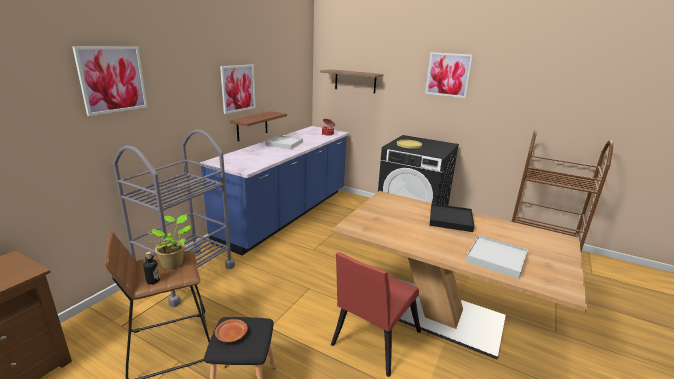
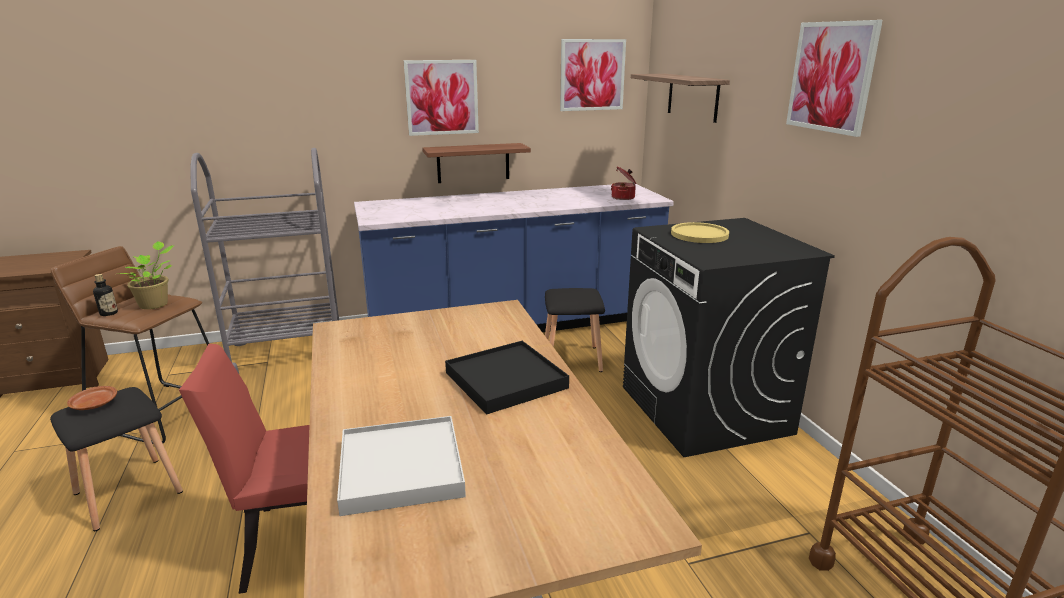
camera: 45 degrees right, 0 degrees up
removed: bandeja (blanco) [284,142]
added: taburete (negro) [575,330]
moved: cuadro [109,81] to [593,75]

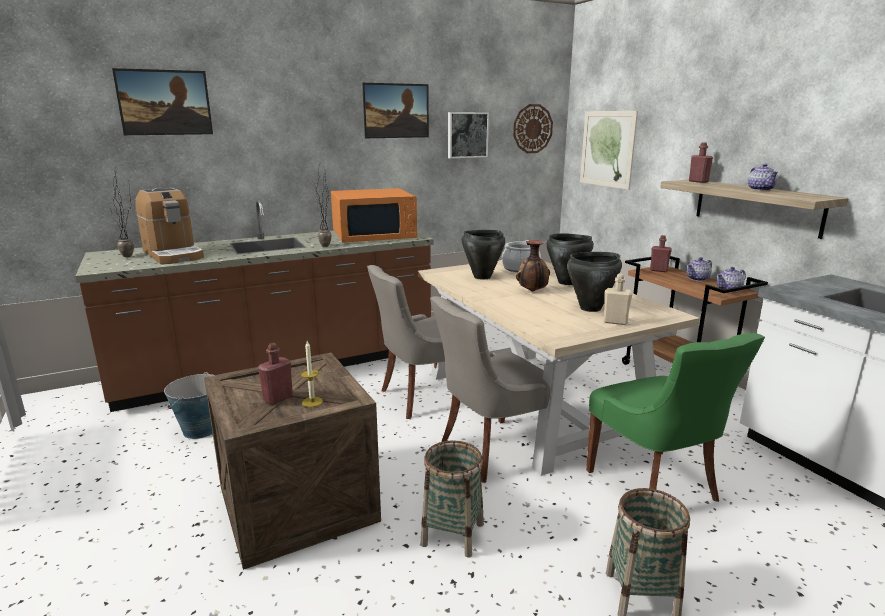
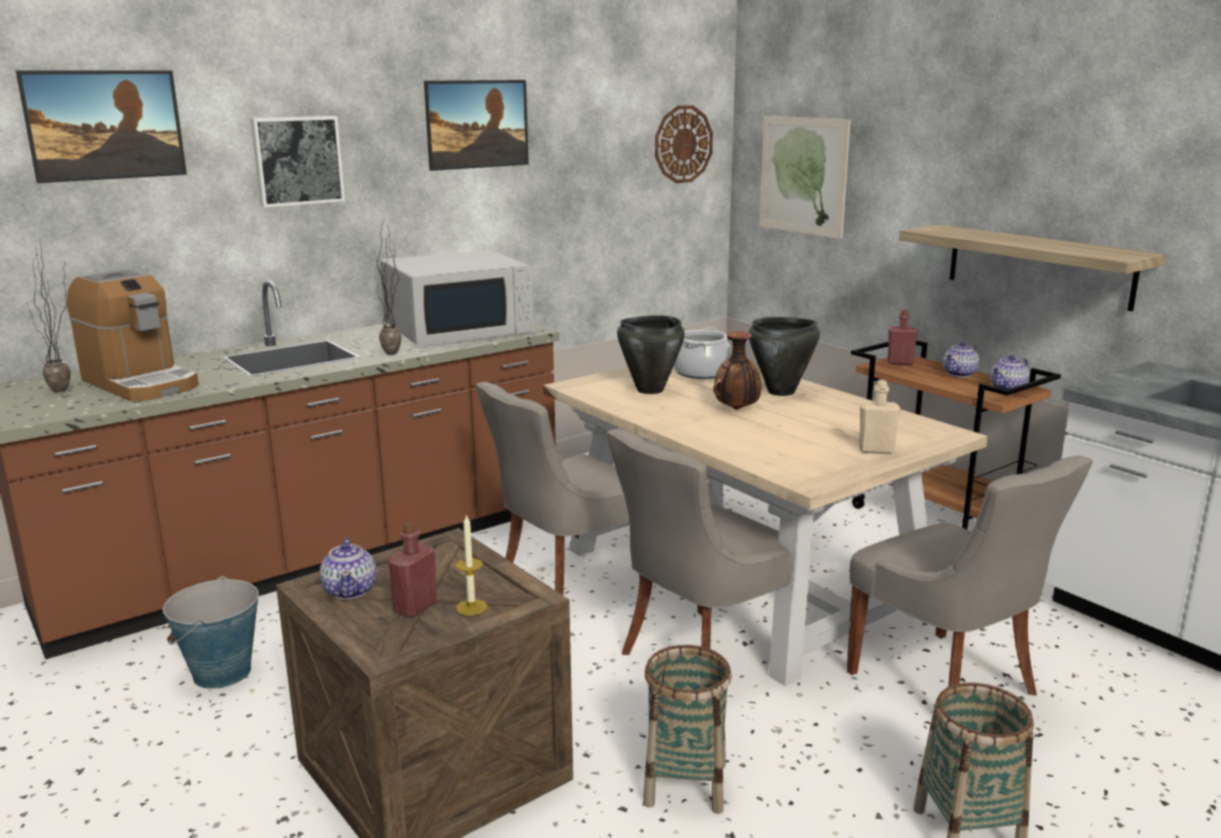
camera: 10 degrees left, 0 degrees up
removed: olla (negro) [594,282]; botella (rojo) [701,162]
moved: cuadro [468,135] to [297,161]; tetera [763,177] to [348,568]
recoloured: microondas (naranja) [374,215] to microondas (blanco) [457,298]; silla (verde) [675,417] to silla (gris) [970,575]

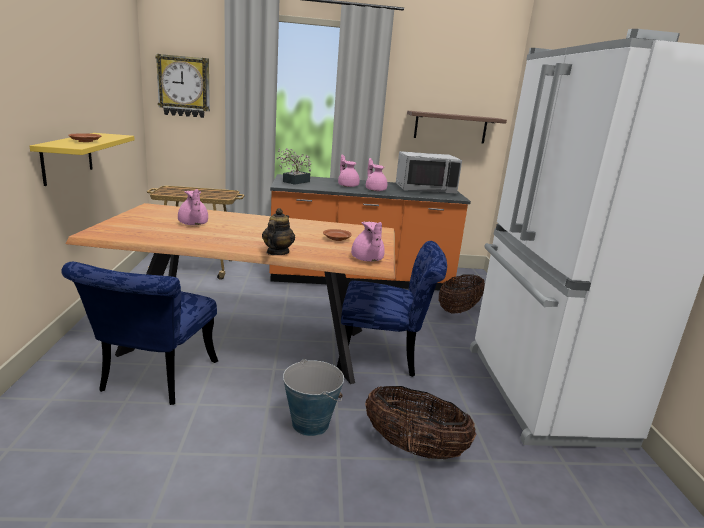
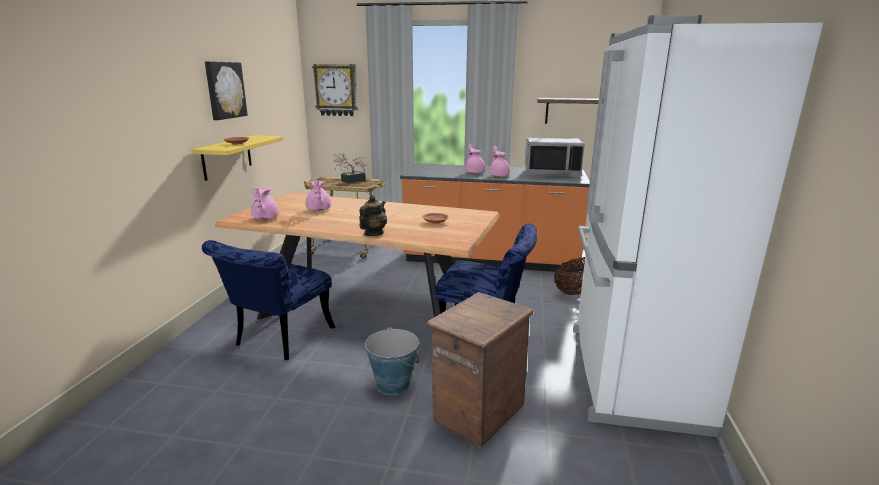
camera: 15 degrees right, 0 degrees up
added: cuadro [226,90]
moved: planta en maceta [294,166] to [350,168]; tetera (rosa) [368,241] to [265,203]
replaced: cesta [420,422] to caja de embalaje [480,370]

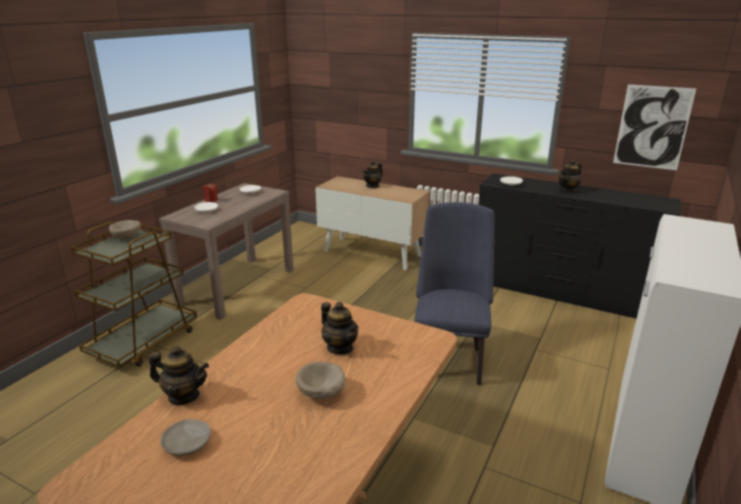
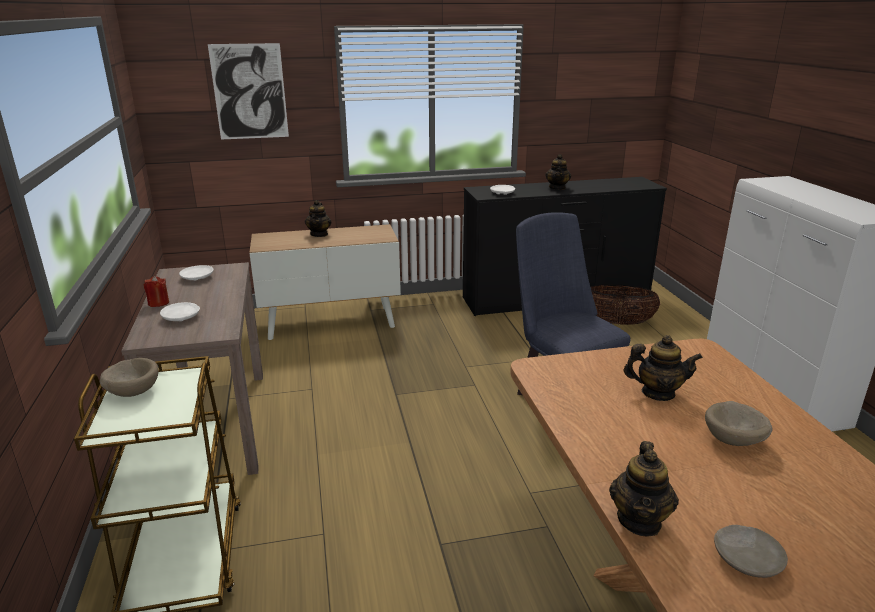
camera: 40 degrees left, 0 degrees up
added: cesta [625,304]
moved: cuadro [655,127] to [248,91]
turned: tetera [179,375] = [644,489] 135 degrees clockwise

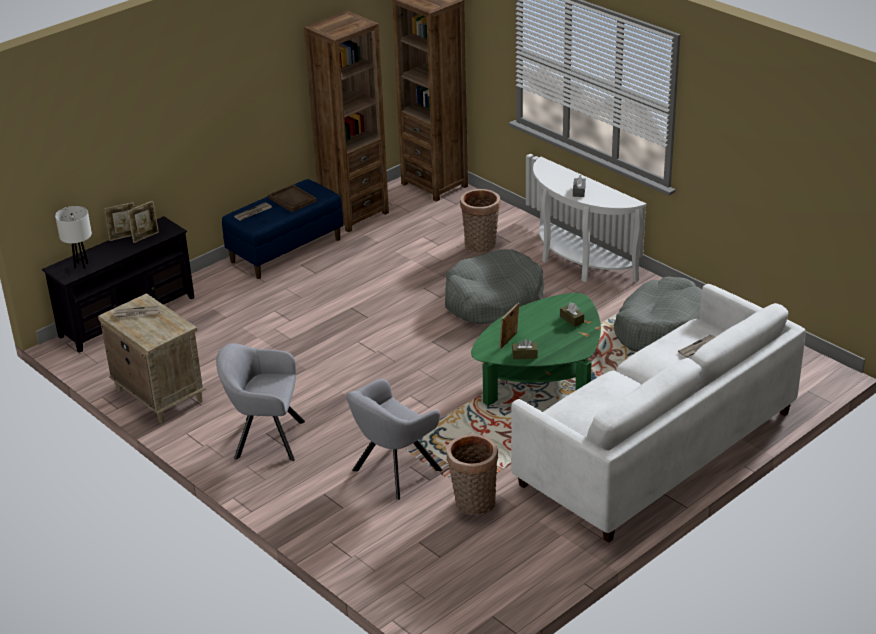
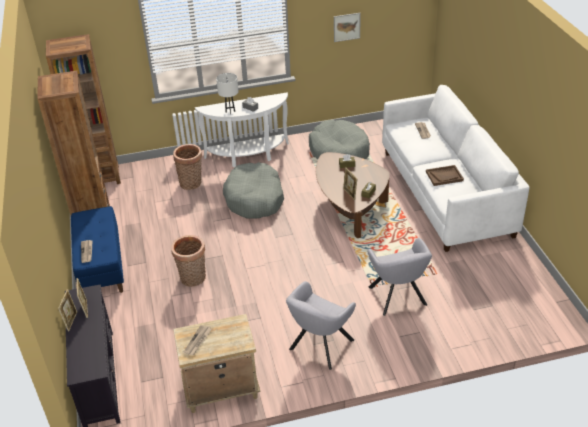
camera: 60 degrees left, 5 degrees up
added: cuadro [347,27]
moved: lámpara de mesa (blanco) [73,237] to [227,93]; bandeja (marrón) [292,198] to [445,175]; cesta [472,474] to [188,261]
recoloured: mesa de centro (verde) [536,349] to mesa de centro (marrón) [353,195]

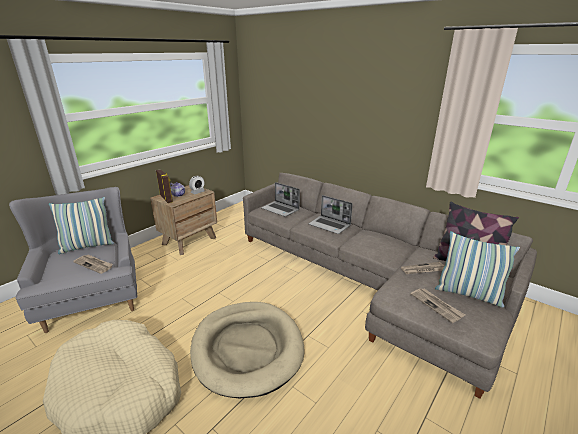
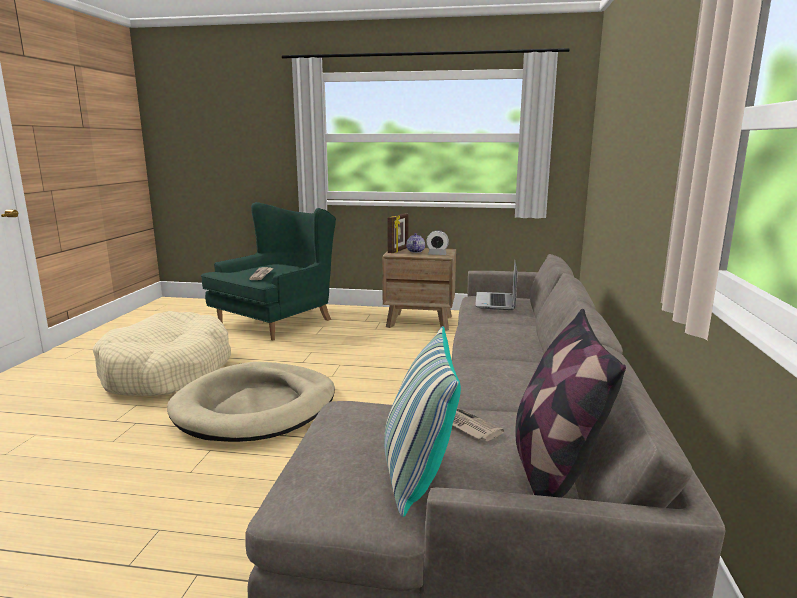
camera: 60 degrees right, 10 degrees down
removed: cojín [81,225]; portátil [330,214]; periódico [438,305]
recoloured: sillón (gris) [73,260] to sillón (verde) [268,271]

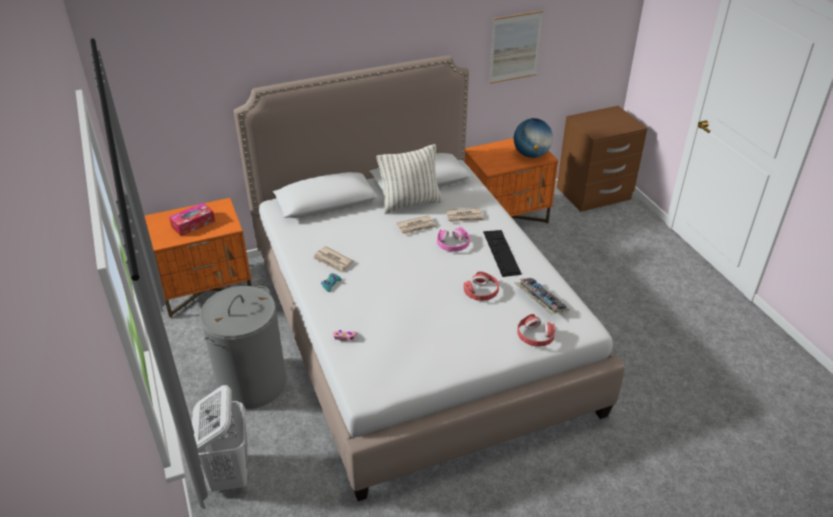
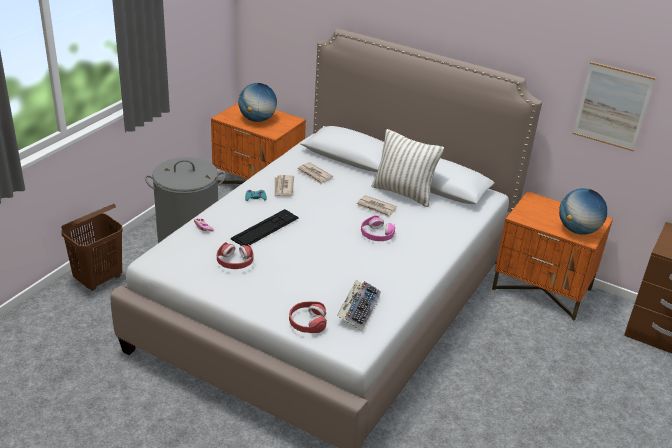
camera: 50 degrees right, 5 degrees down
moved: periódico [465,215] to [315,173]; auriculares (rojo) [481,286] to [235,255]; teclado [502,253] to [265,227]
replaced: caja de pañuelos [192,219] to globo terráqueo [257,102]
recoloured: cesto de la ropa (blanco) [220,438] to cesto de la ropa (marrón) [92,247]

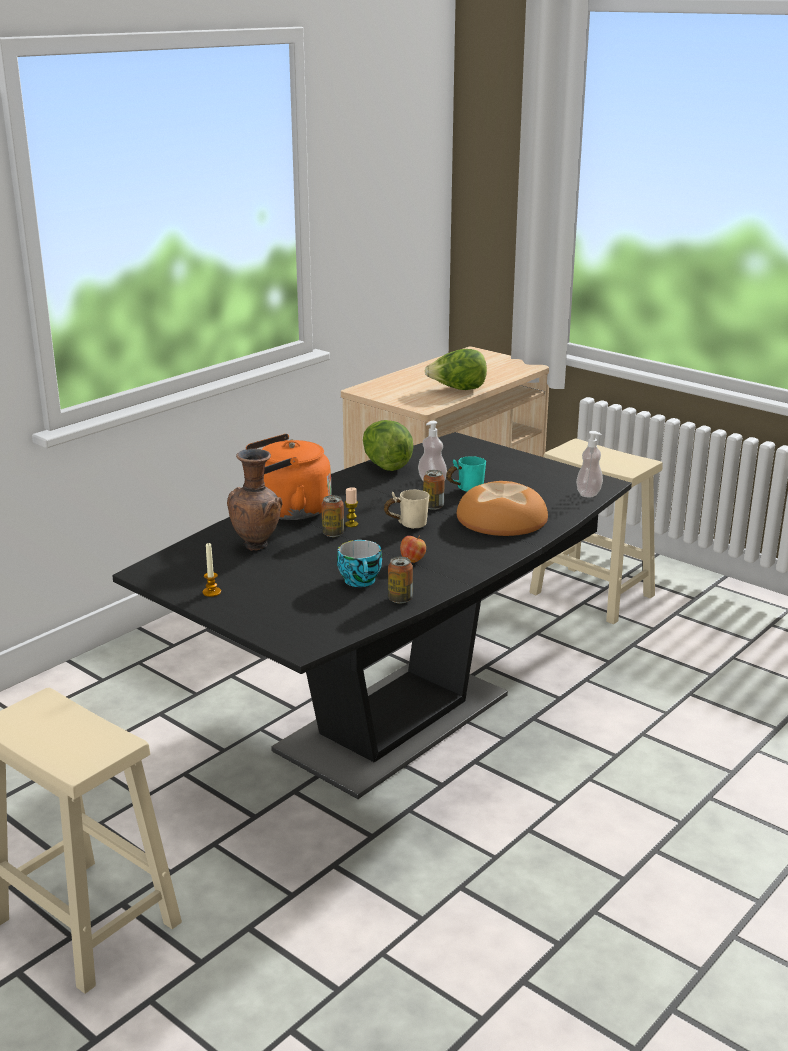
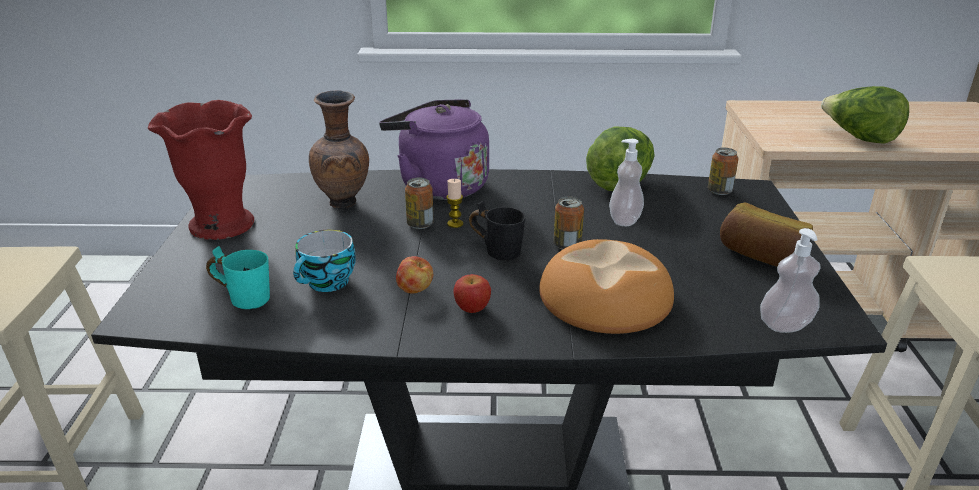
camera: 50 degrees right, 5 degrees up
added: manzana [472,293]; pan [766,234]
moved: lata [400,580] to [723,171]; taza grande (turquesa) [466,473] to [238,277]
replaced: vela [212,570] to florero (rojo) [201,170]
recoloured: hervidor (naranja) [289,477] to hervidor (morado) [434,149]; taza grande (beis) [406,509] to taza grande (negro) [497,230]

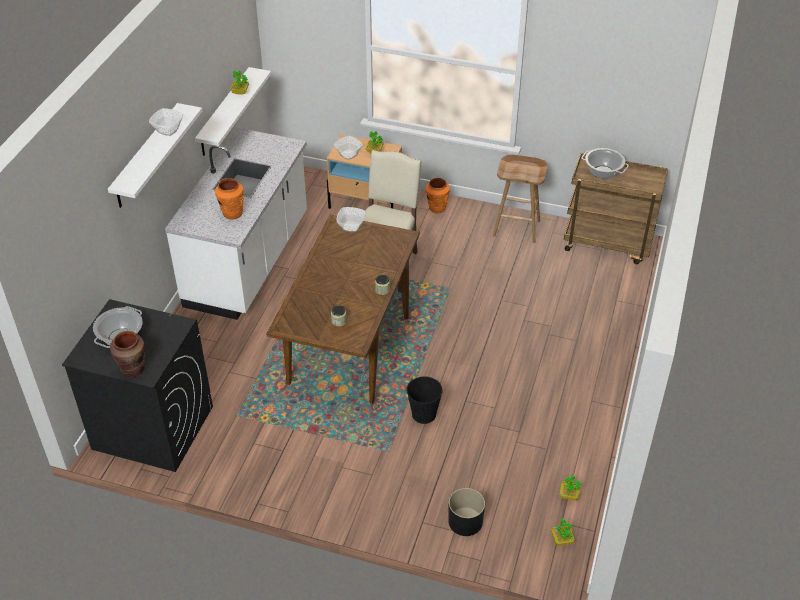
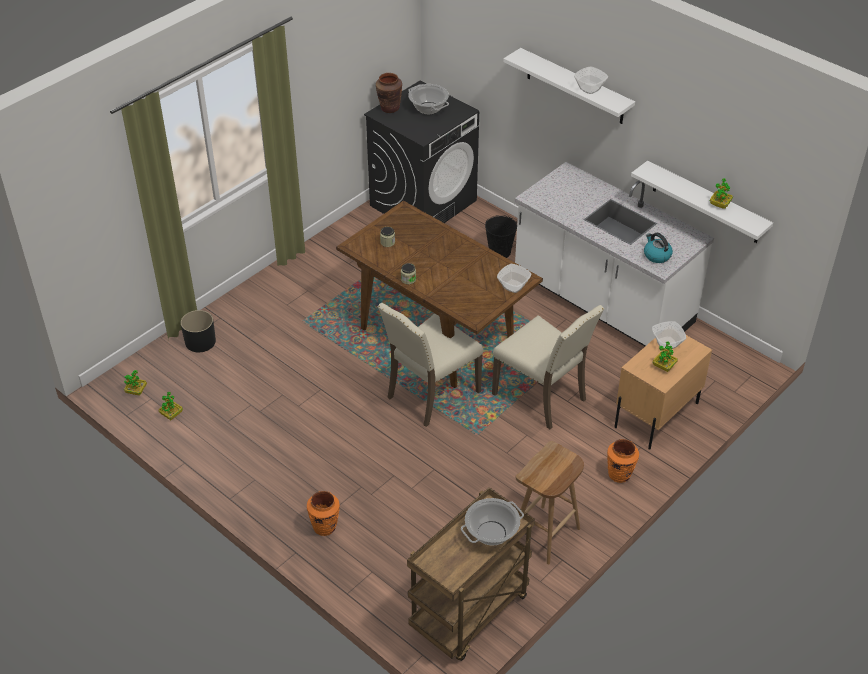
camera: 115 degrees right, 0 degrees up
added: silla (beis) [431,365]; hervidor [658,248]
moved: florero (naranja) [229,199] to [323,513]; cubo (negro) [424,400] to [501,236]

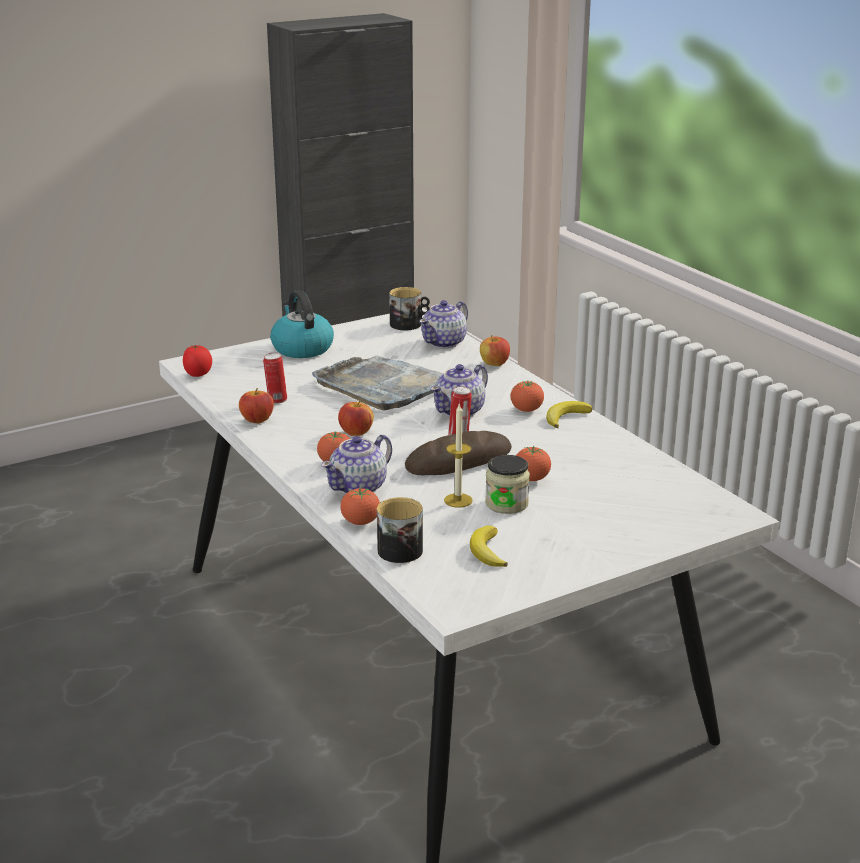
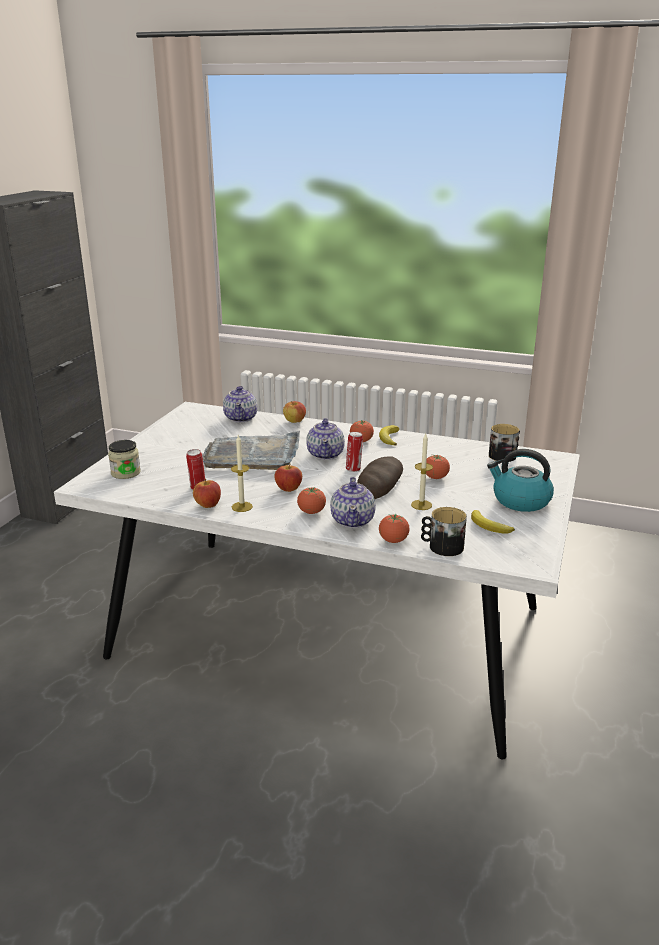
camera: 40 degrees left, 0 degrees up
removed: tomate [197,361]
added: vela [242,473]
moved: hervidor [302,324] to [520,480]; taza grande [409,308] to [504,443]; tarro [507,484] to [124,459]

